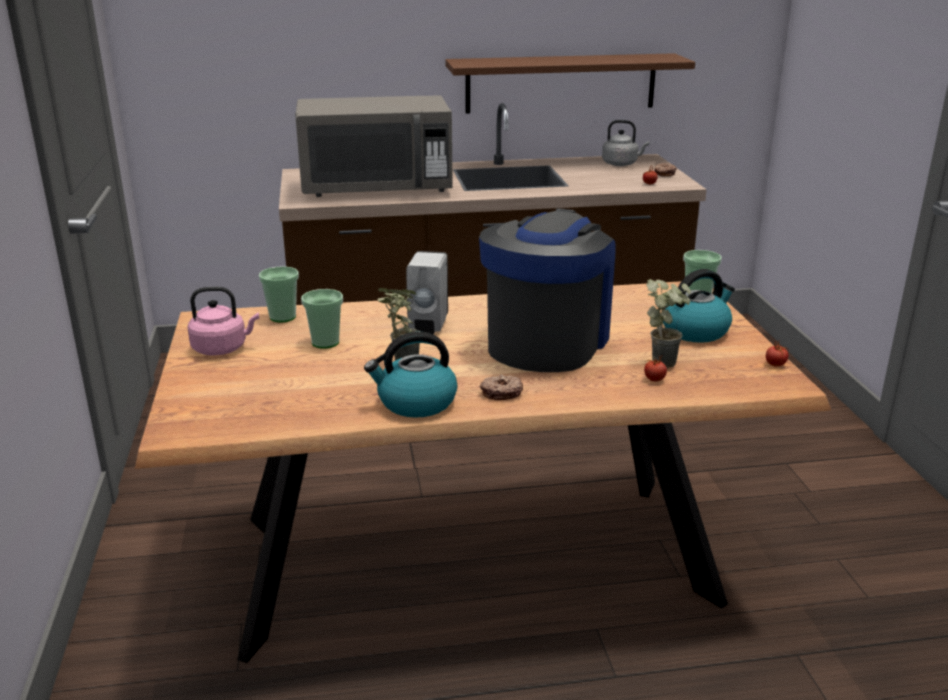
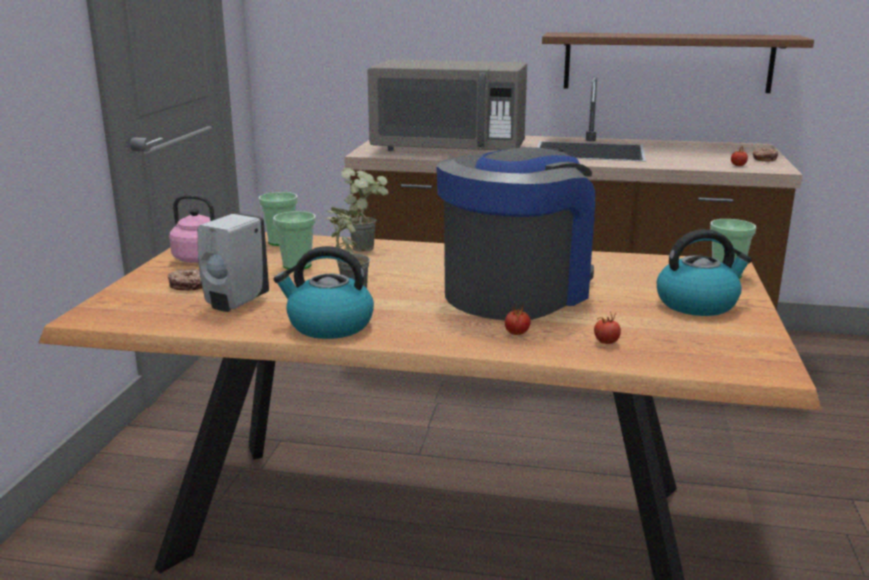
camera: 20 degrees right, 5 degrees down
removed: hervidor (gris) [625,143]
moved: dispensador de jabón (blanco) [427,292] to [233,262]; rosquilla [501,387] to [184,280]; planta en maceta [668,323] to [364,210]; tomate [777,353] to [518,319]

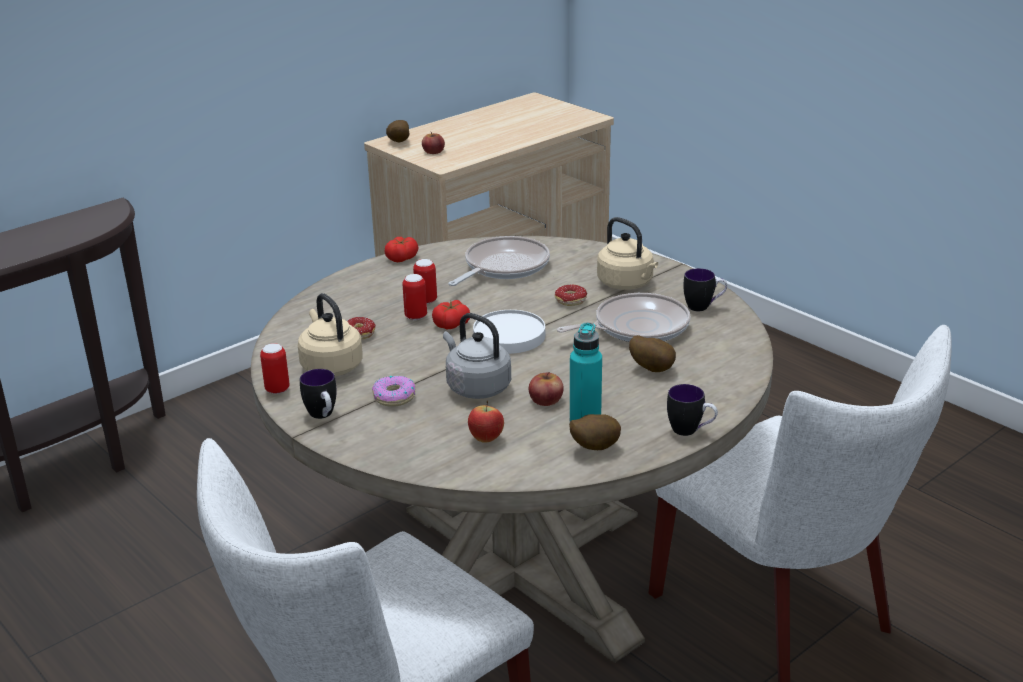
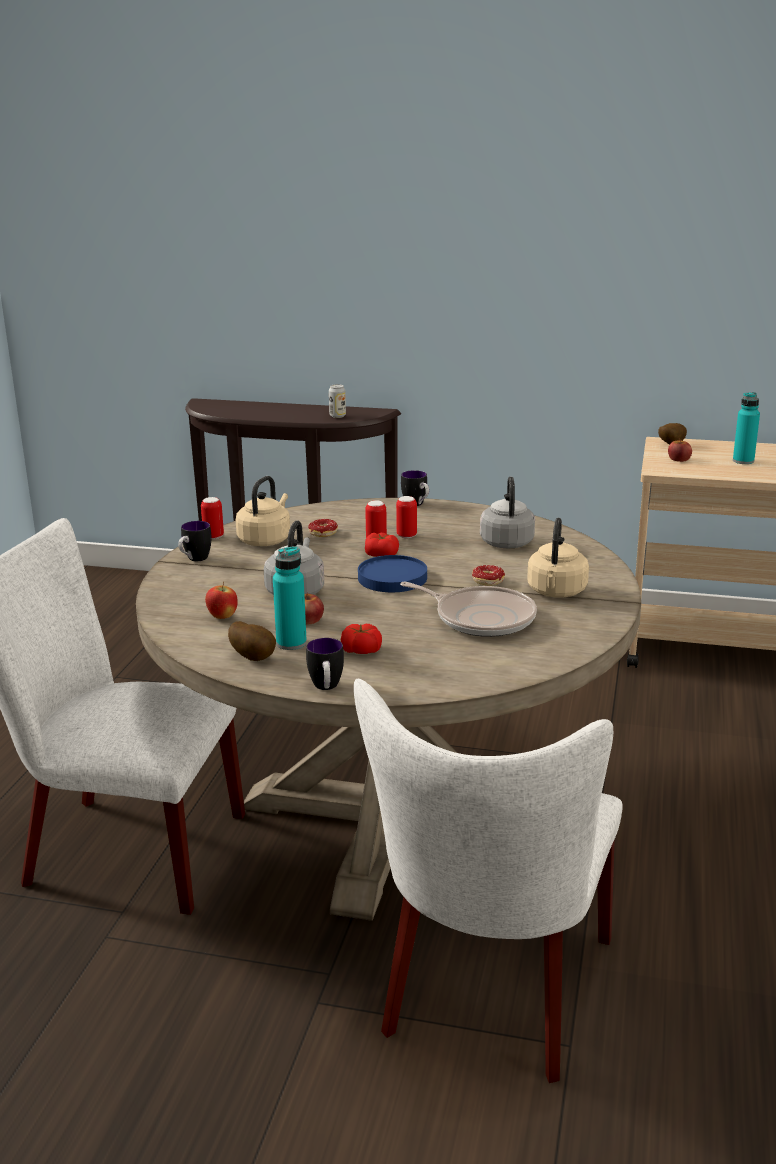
camera: 55 degrees right, 5 degrees down
removed: rosquilla [394,391]; patata [652,353]
added: lata [337,401]; botella (turquesa) [746,428]
moved: tomate [401,249] to [361,639]; taza grande [705,289] to [415,488]
replaced: sartén [499,261] to hervidor (gris) [507,512]
recoloured: plato (blanco) [509,332] to plato (azul) [392,573]

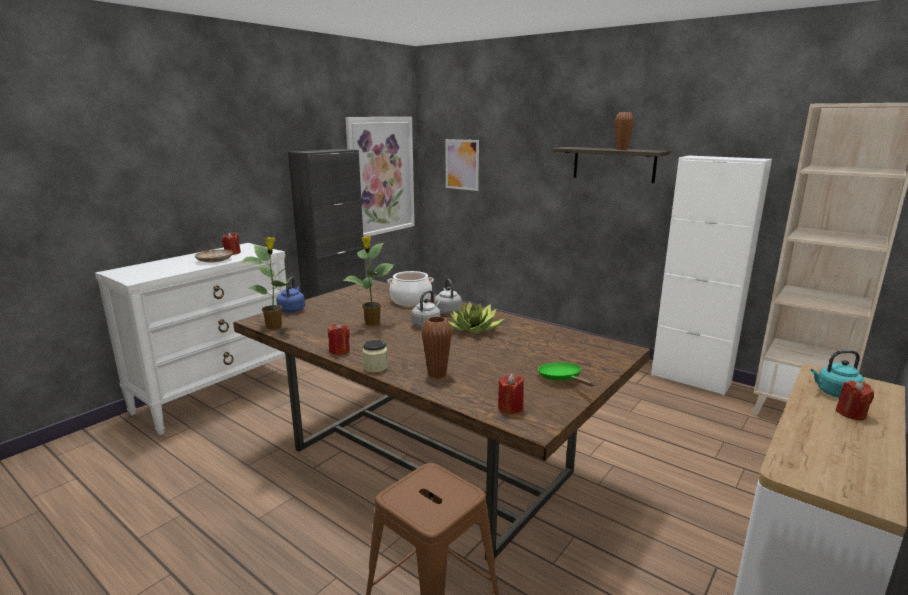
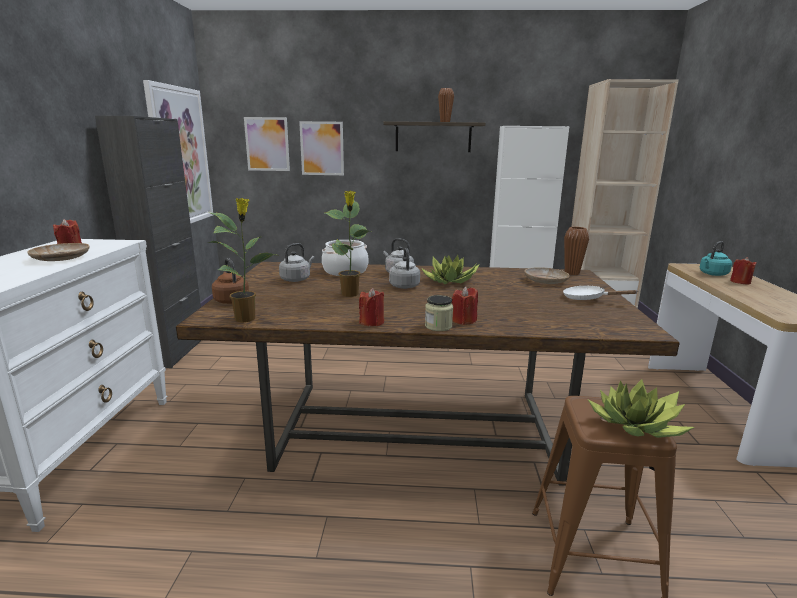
camera: 35 degrees left, 0 degrees up
added: hervidor (gris) [296,262]; cuadro [321,148]; plato (beis) [547,275]; planta en maceta [641,408]
moved: florero (marrón) [437,347] to [576,251]; vela (rojo) [511,393] to [464,305]
recoloured: hervidor (azul) [290,295] to hervidor (marrón) [230,281]; sartén (verde) [566,374] to sartén (blanco) [600,292]

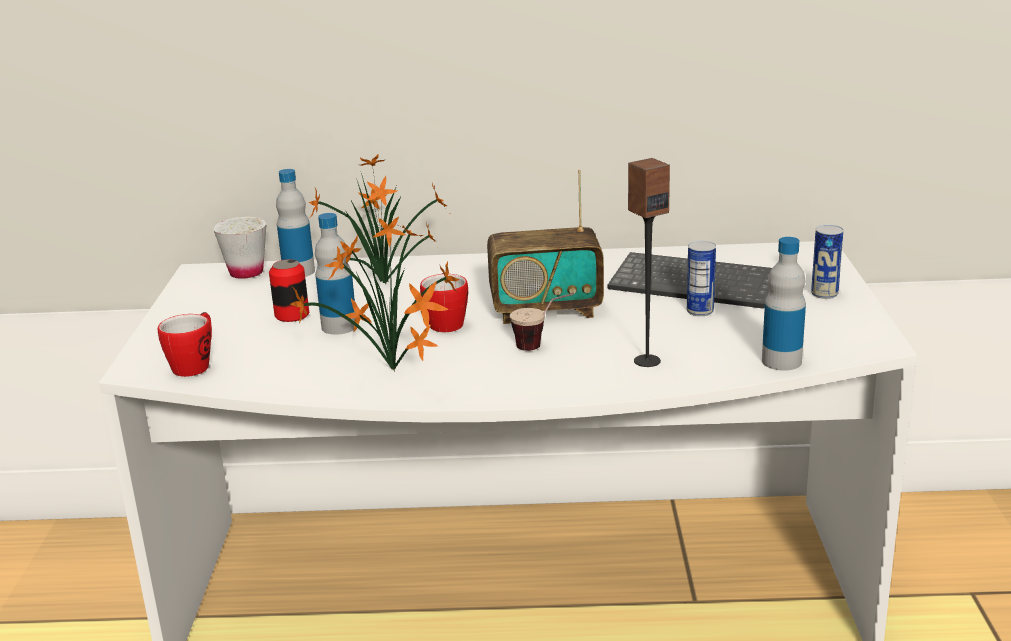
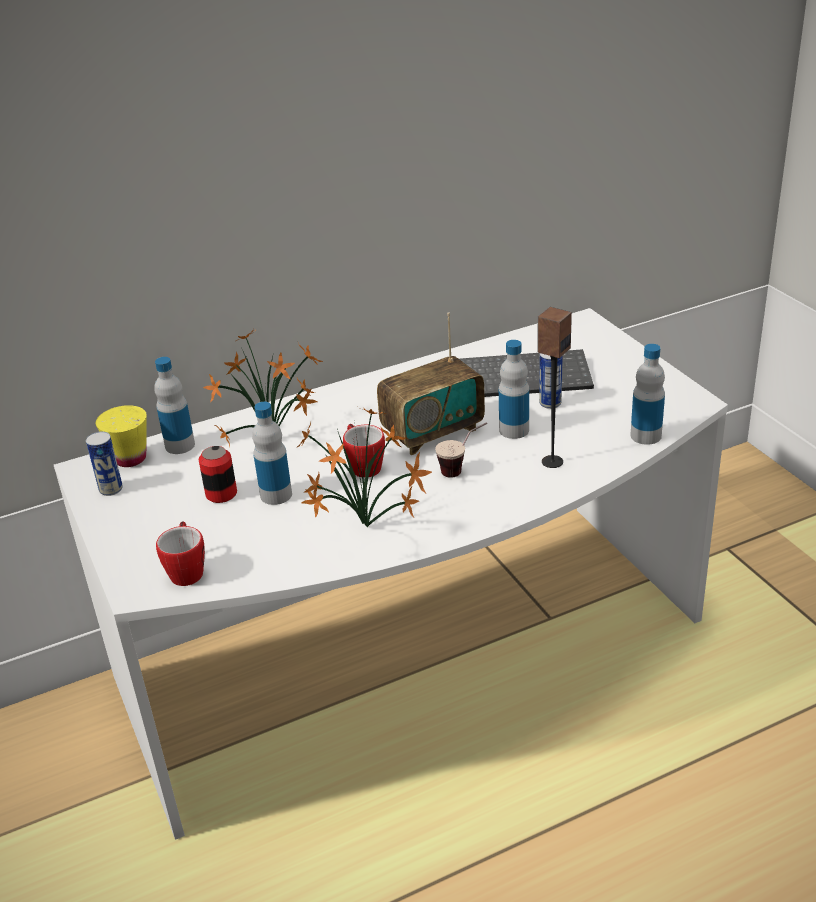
camera: 25 degrees left, 10 degrees up
added: botella [514,389]
moved: lata [827,262] to [104,463]
recoloured: taza (blanco) [240,248] to taza (amarillo) [121,436]

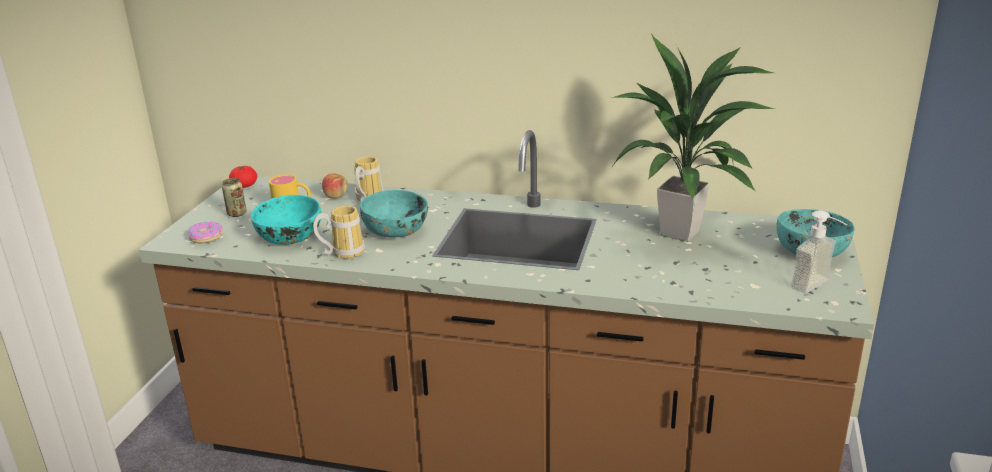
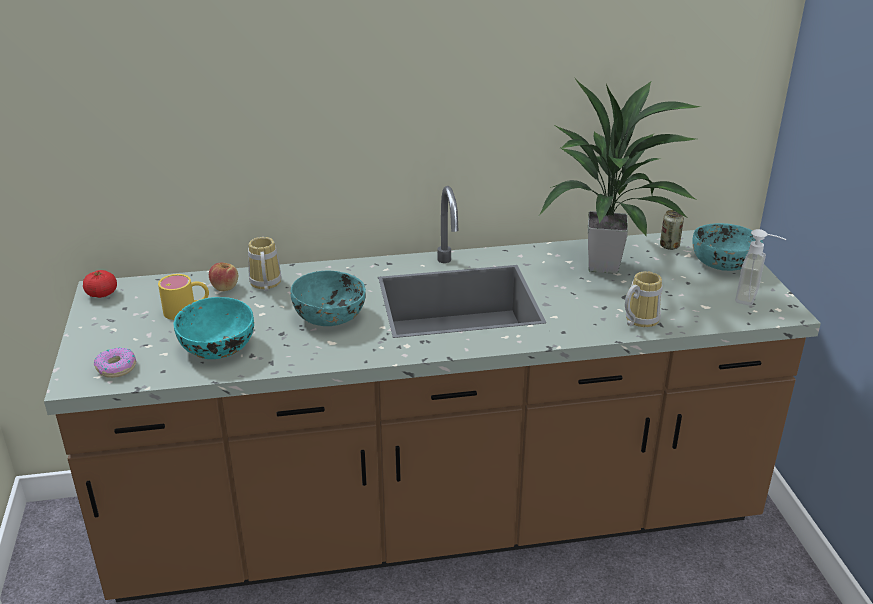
camera: 25 degrees left, 5 degrees up
moved: lata [234,197] to [672,230]; taza grande [339,231] to [644,299]

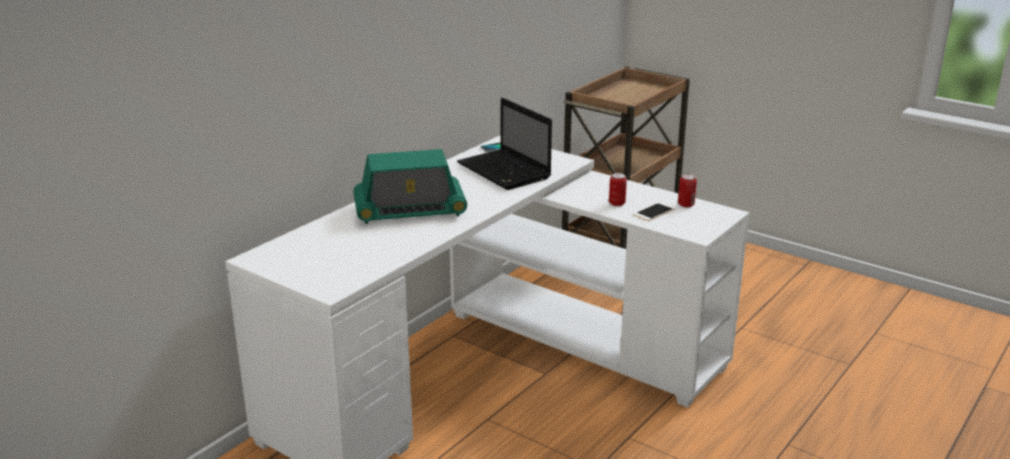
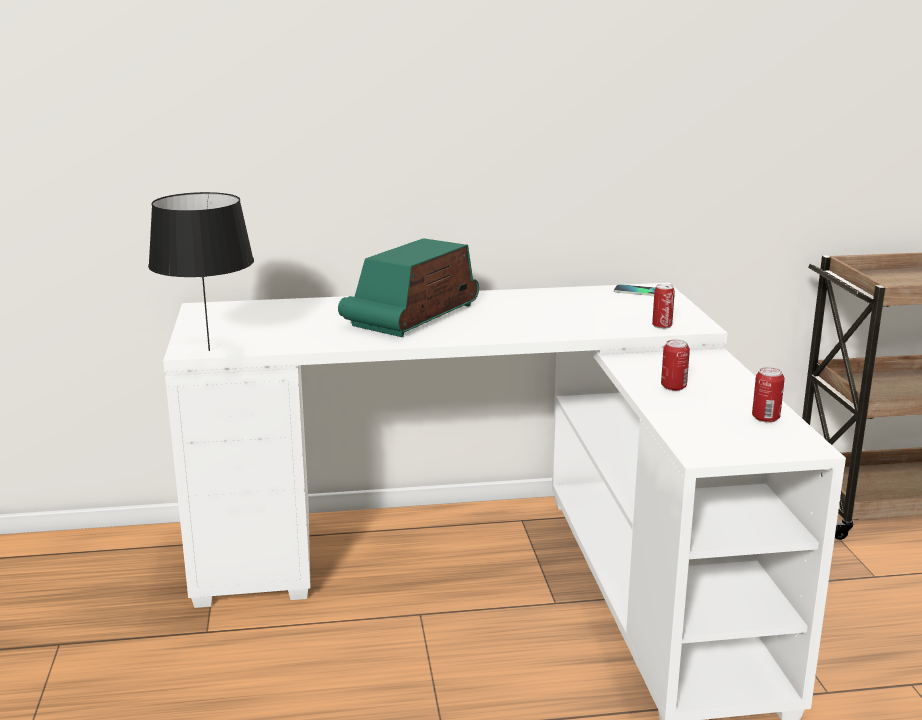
camera: 45 degrees right, 5 degrees down
removed: portátil [504,143]; móvil [654,211]
added: lámpara de mesa (negro) [201,271]; lata [663,306]
turned: radio [410,186] = [408,287] 90 degrees clockwise

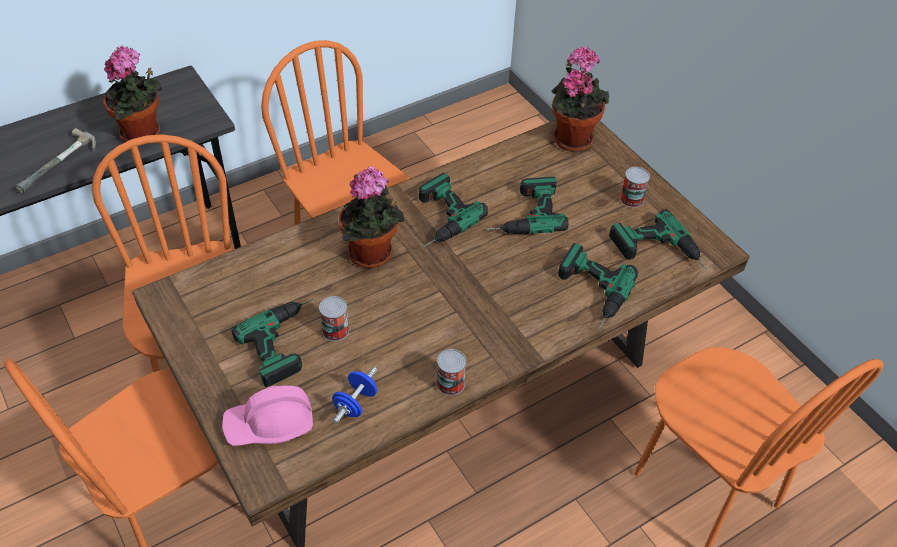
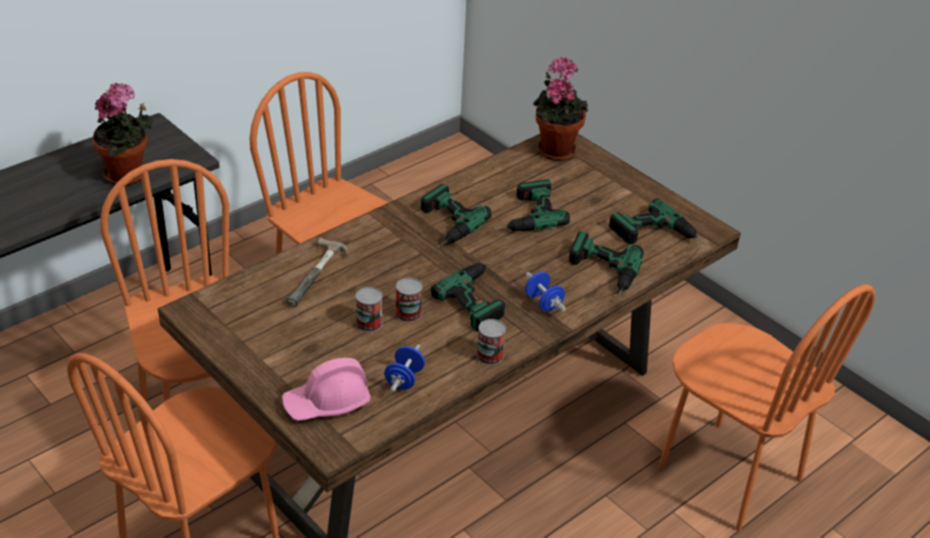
camera: 10 degrees left, 10 degrees down
removed: planta en maceta [371,217]
added: mancuerna (azul) [545,292]
moved: martillo [55,161] to [317,272]; taladro [273,342] to [468,296]; lata [635,187] to [409,300]

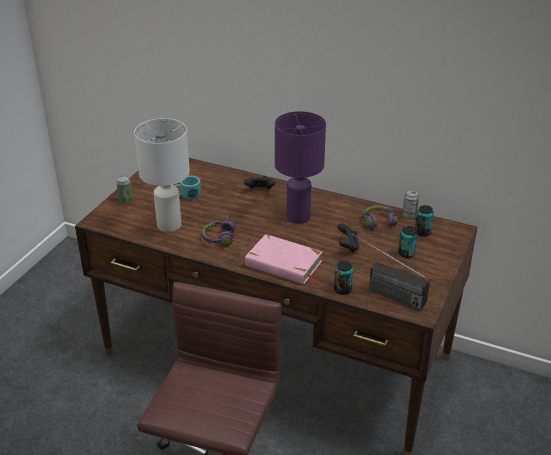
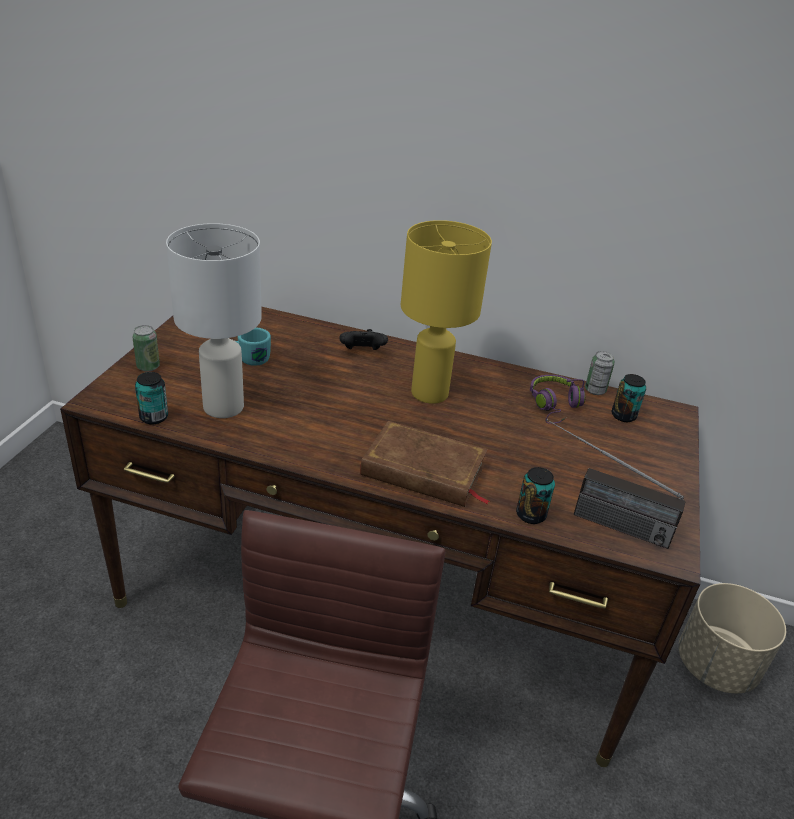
camera: 10 degrees left, 0 degrees up
removed: auriculares (morado) [225,230]; mando de consola (negro) [348,238]
added: maceta (beis) [732,638]
moved: lata [408,242] to [151,398]
recoloured: libro (rosa) [284,259] to libro (marrón) [425,464]; lámpara de mesa (morado) [300,167] to lámpara de mesa (amarillo) [446,312]

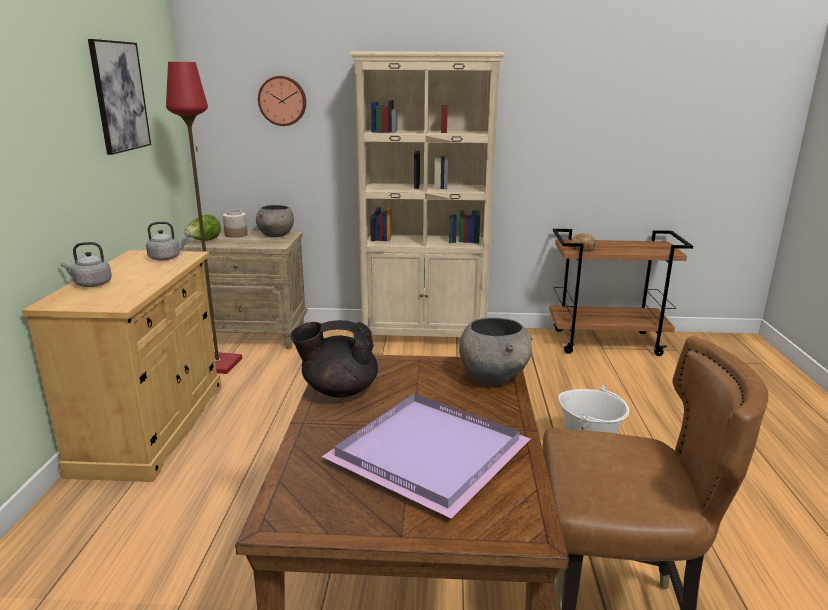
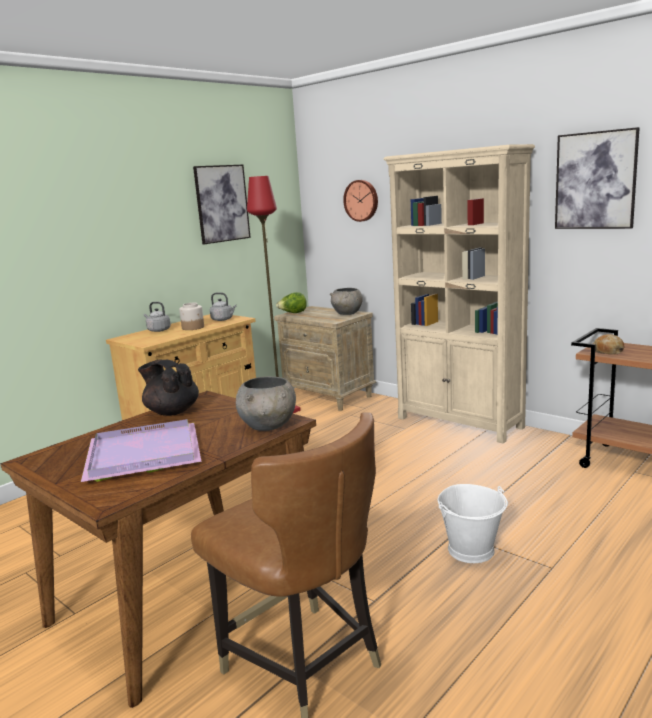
camera: 40 degrees right, 5 degrees down
added: cuadro [597,178]
moved: tarro [235,223] to [191,316]

